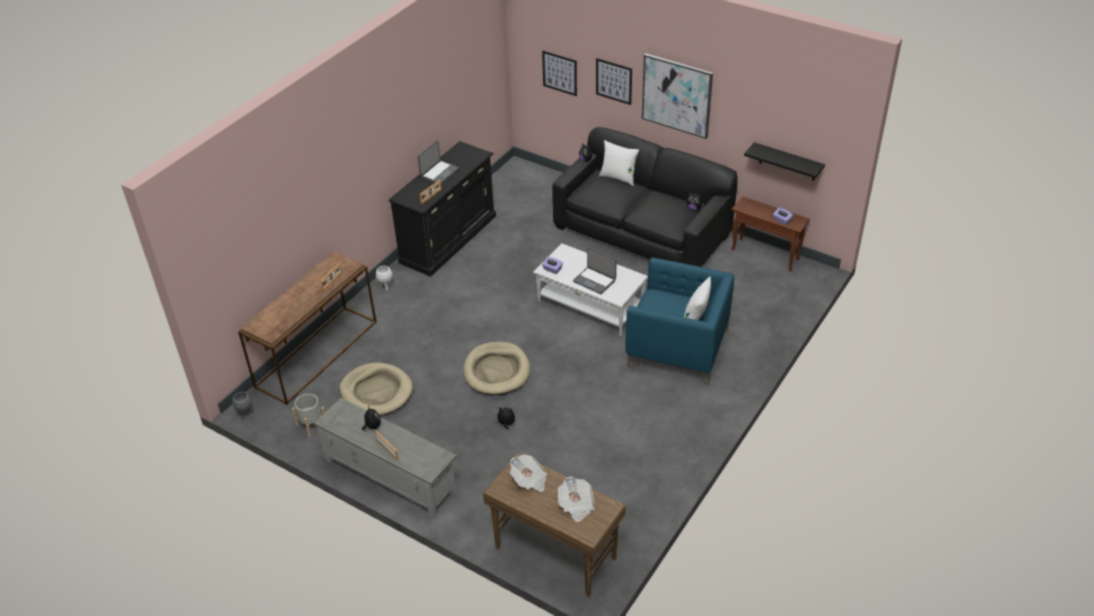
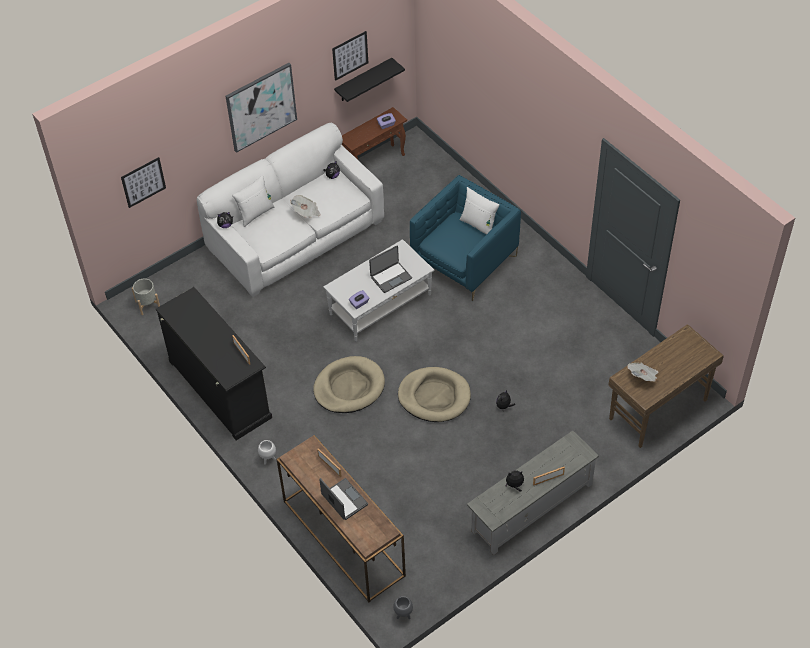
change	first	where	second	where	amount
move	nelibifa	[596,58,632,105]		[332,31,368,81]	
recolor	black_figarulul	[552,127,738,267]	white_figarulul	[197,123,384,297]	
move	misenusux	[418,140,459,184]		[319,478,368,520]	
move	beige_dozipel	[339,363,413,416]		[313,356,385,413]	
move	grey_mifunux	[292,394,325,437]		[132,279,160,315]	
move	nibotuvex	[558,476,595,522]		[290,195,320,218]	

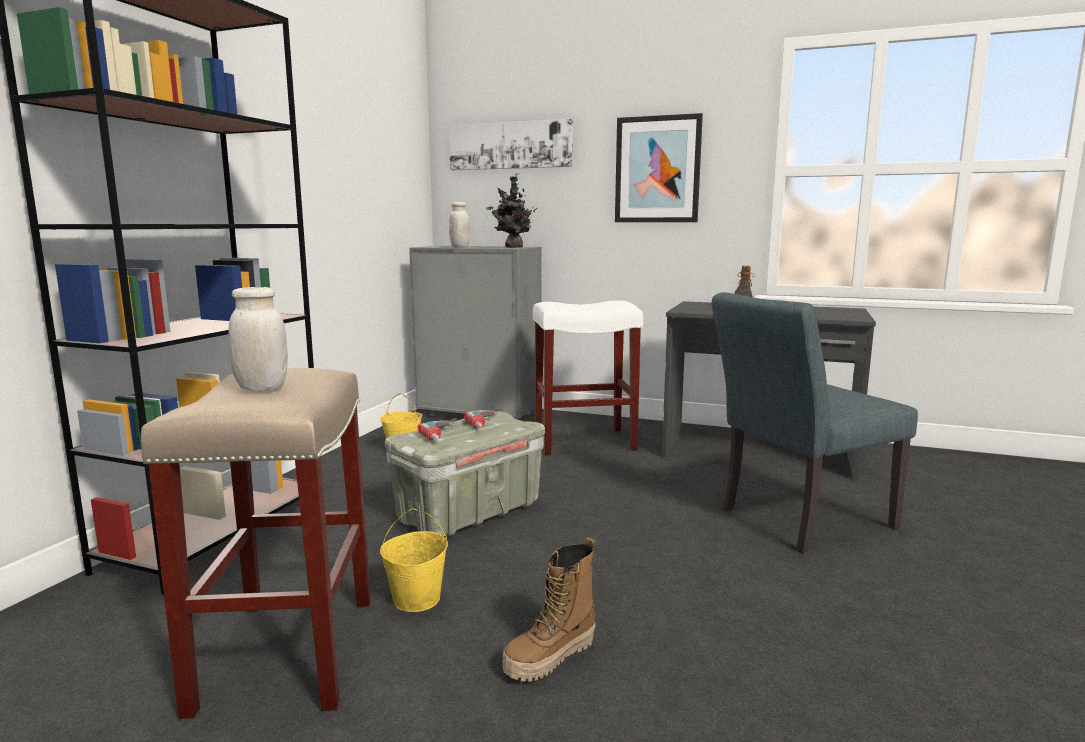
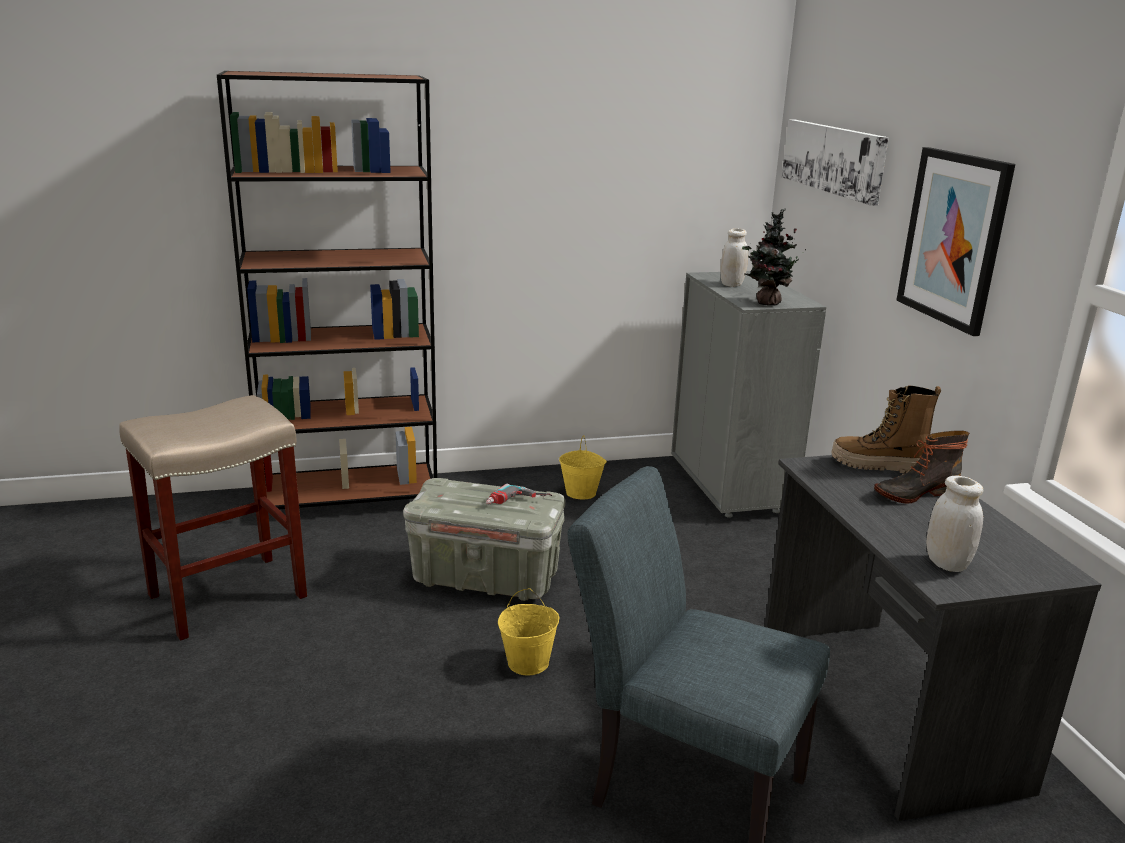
change	first	where	second	where	amount
move	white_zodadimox	[228,287,288,391]		[926,475,983,572]	
delete	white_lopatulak	[533,300,643,455]			
delete	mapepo	[418,418,457,441]			
move	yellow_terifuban	[380,508,448,612]		[498,588,559,675]	
move	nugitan	[502,537,596,682]		[831,385,941,474]	

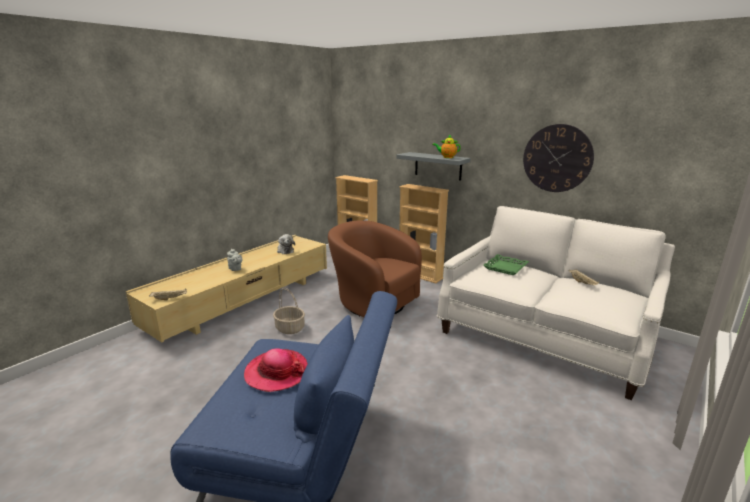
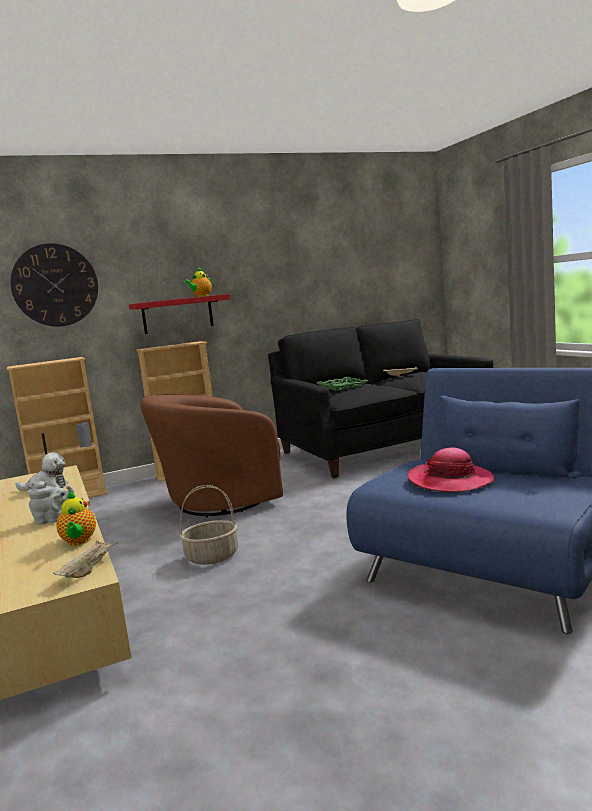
change	first	where	second	where	amount
move	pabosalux	[523,124,594,192]		[10,243,98,327]	
recolor	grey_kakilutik	[396,152,471,181]	red_kakilutik	[129,294,230,334]	
recolor	white_figarulul	[437,206,675,400]	black_figarulul	[268,319,494,478]	
insert			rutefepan	[56,491,96,546]	

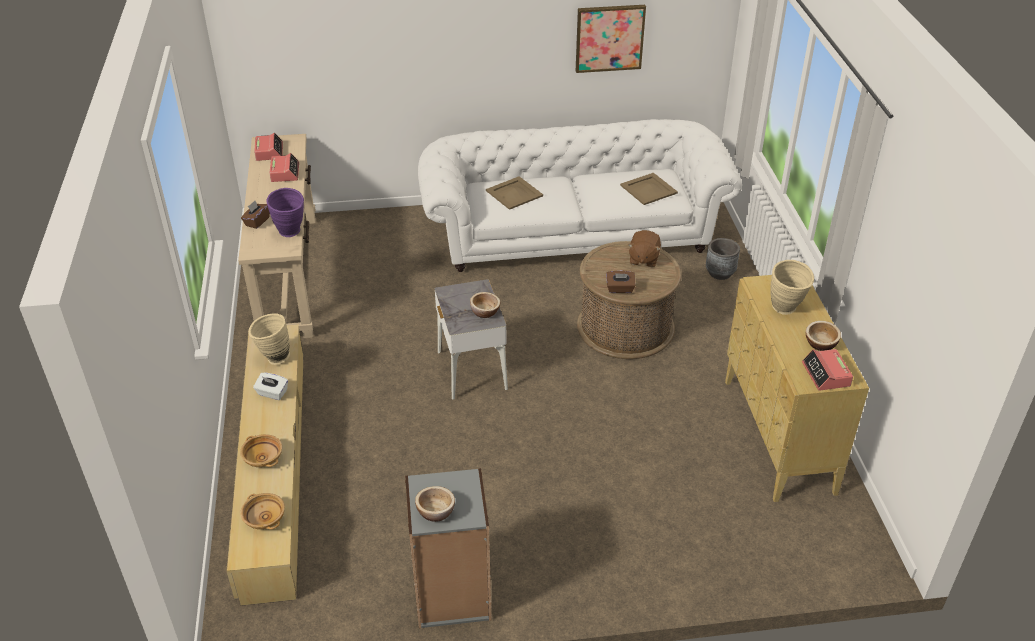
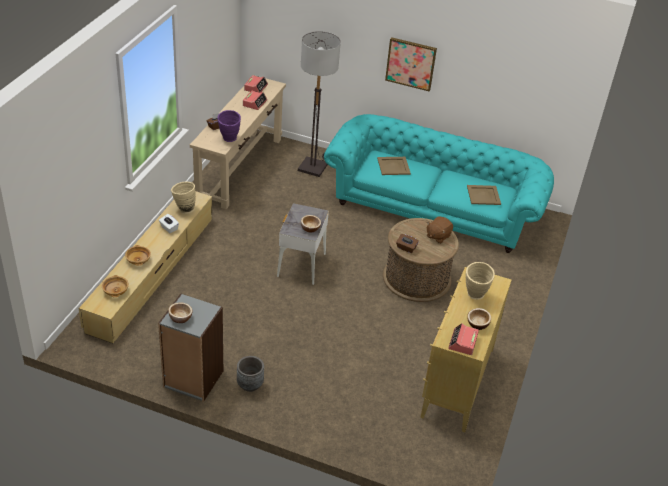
change	first	where	second	where	amount
move	nelibifa	[576,5,646,73]		[385,37,437,92]	
recolor	white_figarulul	[418,119,742,272]	turquoise_figarulul	[324,114,554,253]	
move	grey_mifunux	[706,238,740,280]		[237,356,264,392]	
insert			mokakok	[298,31,341,177]	

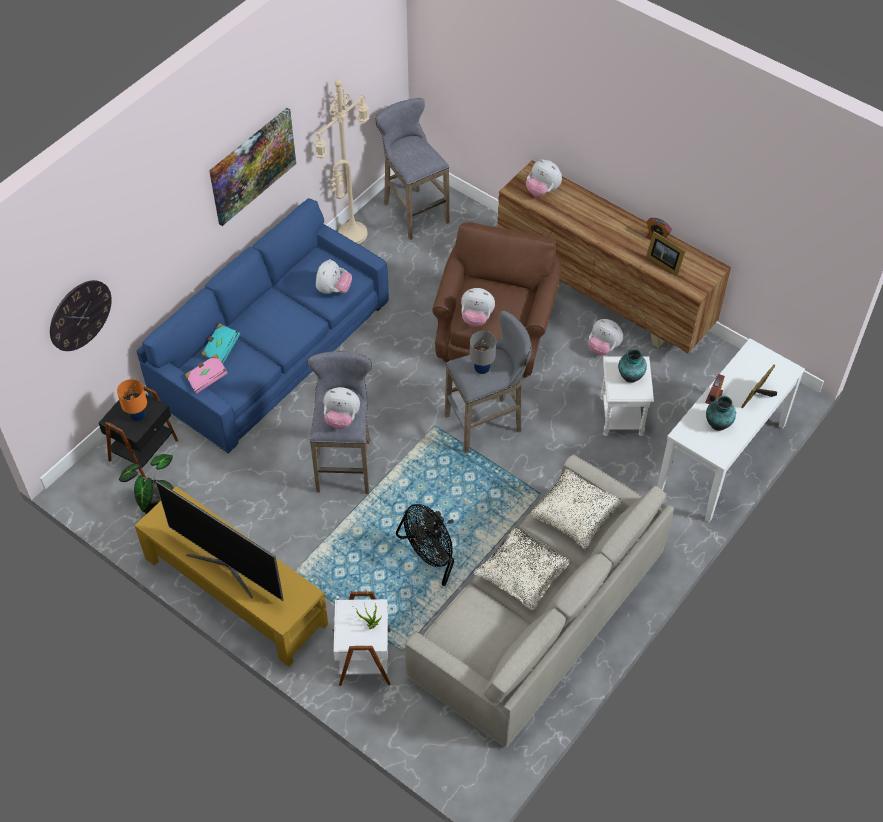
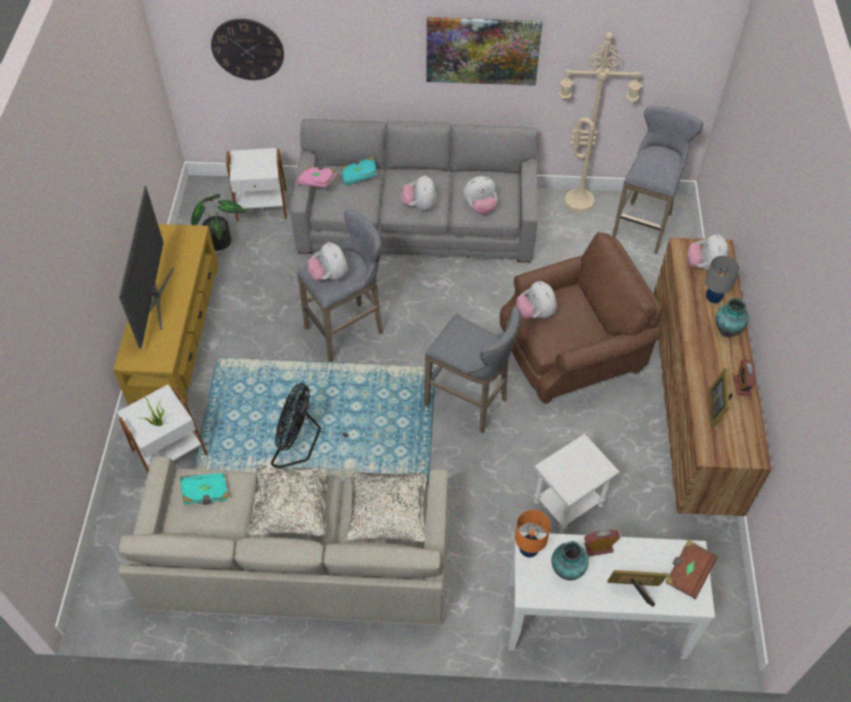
change	first	where	second	where	amount
recolor	blue_figarulul	[136,198,389,453]	grey_figarulul	[291,119,538,263]	
move	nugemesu	[588,319,623,355]		[402,175,436,211]	
move	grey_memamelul	[470,331,496,374]		[705,256,740,303]	
move	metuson	[618,348,647,383]		[716,298,749,337]	
move	orange_memamelul	[117,379,147,421]		[515,510,550,557]	
recolor	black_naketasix	[99,385,178,480]	white_naketasix	[226,148,287,222]	
insert			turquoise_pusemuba	[180,473,229,505]	
insert			brown_pusemuba	[665,540,718,599]	

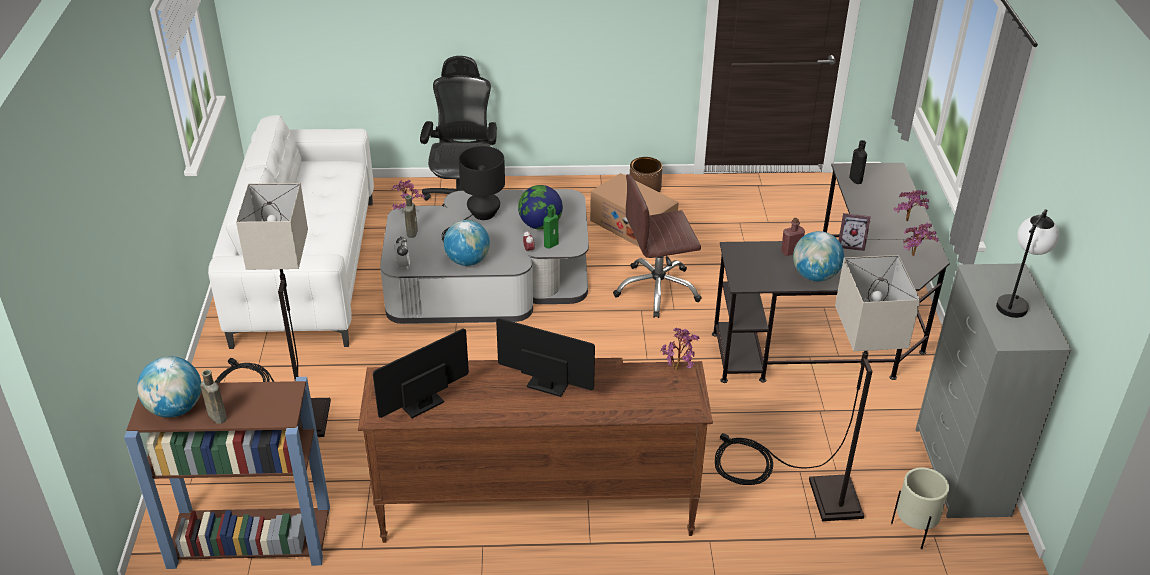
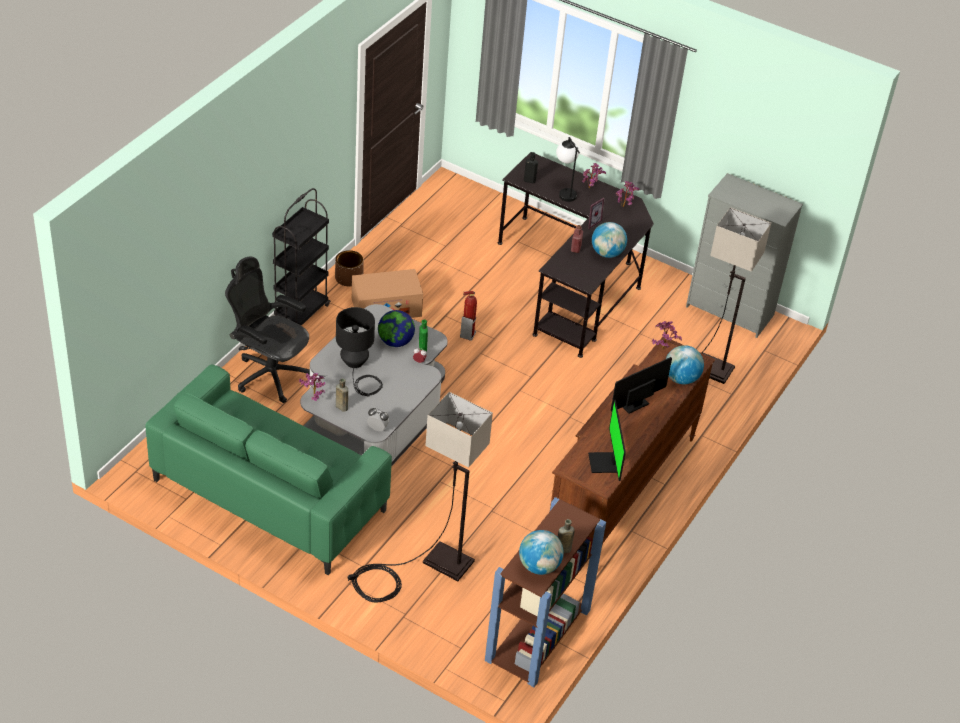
change	first	where	second	where	amount
recolor	white_figarulul	[208,115,374,349]	green_figarulul	[145,364,392,575]	
replace	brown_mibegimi	[613,174,702,318]	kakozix	[460,291,477,341]	
move	memamelul	[996,209,1059,318]		[556,137,580,202]	
move	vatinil	[444,220,490,266]		[666,345,704,384]	
delete	beige_mifunux	[891,468,949,549]			
insert			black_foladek	[272,188,331,326]	

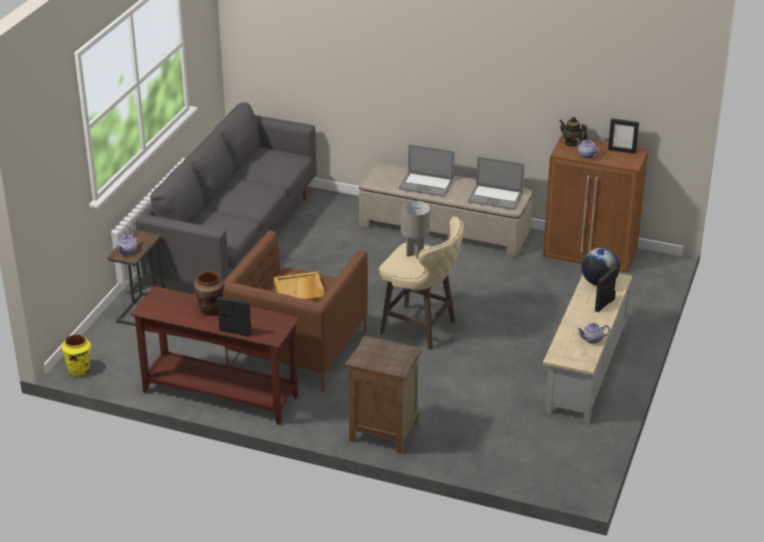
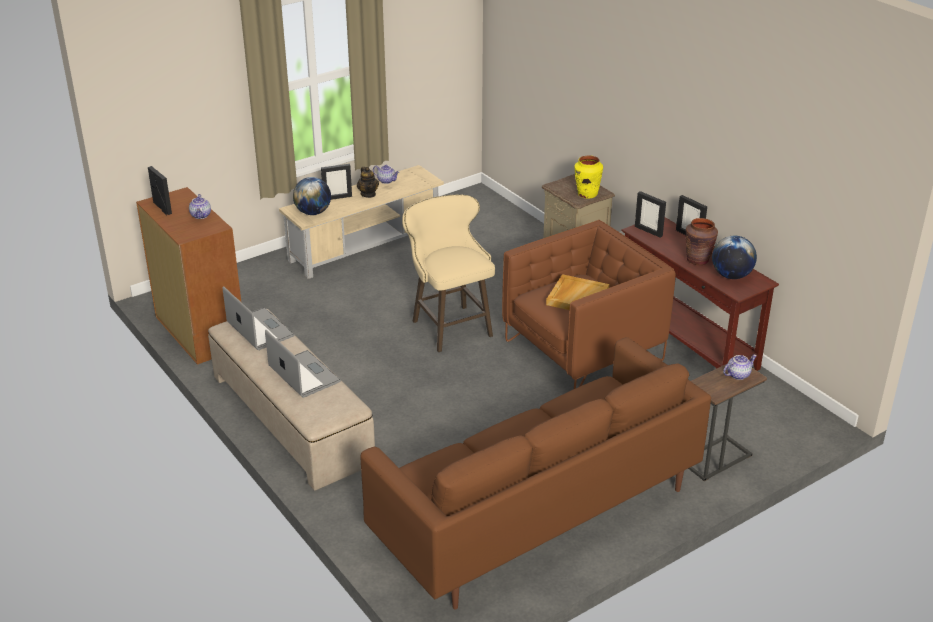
change	first	where	second	where	amount
recolor	grey_figarulul	[136,102,317,284]	brown_figarulul	[360,337,711,610]	
move	rutefepan	[560,117,588,147]		[357,167,379,198]	
delete	grey_memamelul	[401,200,430,259]			
move	yellow_metuson	[62,334,91,376]		[574,155,603,198]	
insert			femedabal	[635,191,666,238]	
insert			vatinil	[712,236,757,279]	

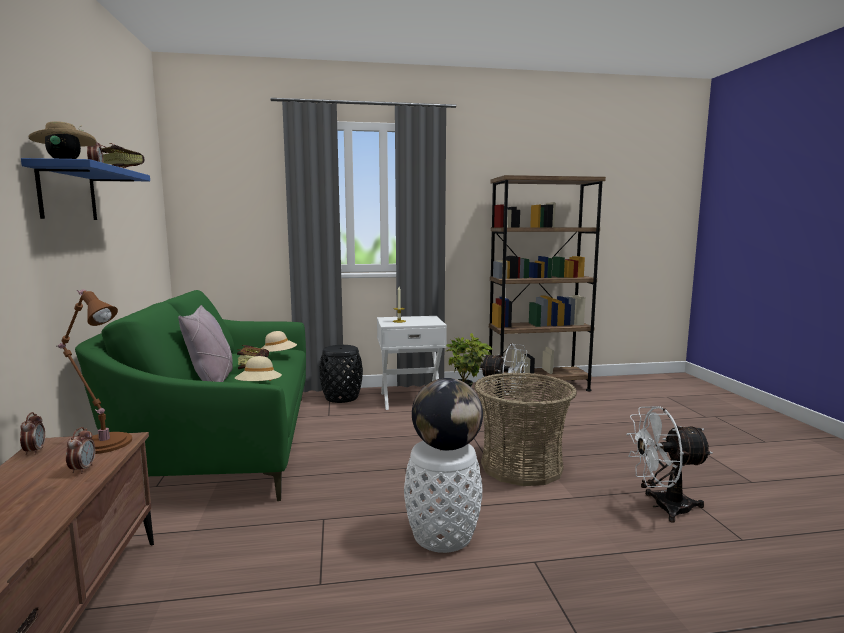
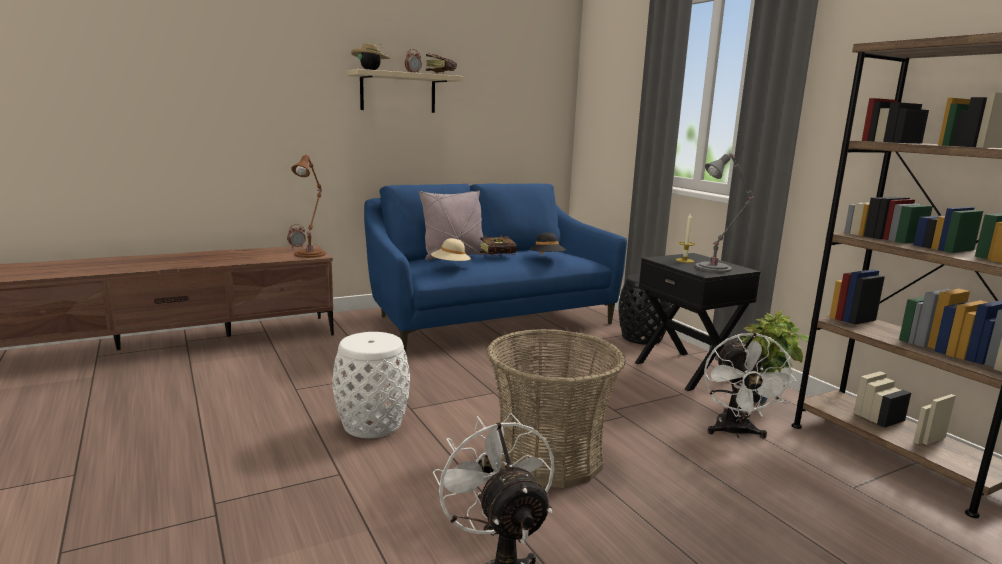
change	first	where	second	where	amount
recolor	blue_kakilutik	[21,158,150,220]	beige_kakilutik	[346,69,463,113]	
recolor	green_figarulul	[75,290,306,501]	blue_figarulul	[364,183,627,352]	
recolor	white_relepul	[377,316,447,410]	black_relepul	[635,253,760,391]	
recolor	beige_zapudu	[262,331,297,352]	black_zapudu	[529,232,566,255]	
delete	vatinil	[412,378,483,450]			
delete	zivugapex	[66,427,95,474]			
insert			grey_memamelul	[695,153,754,273]	

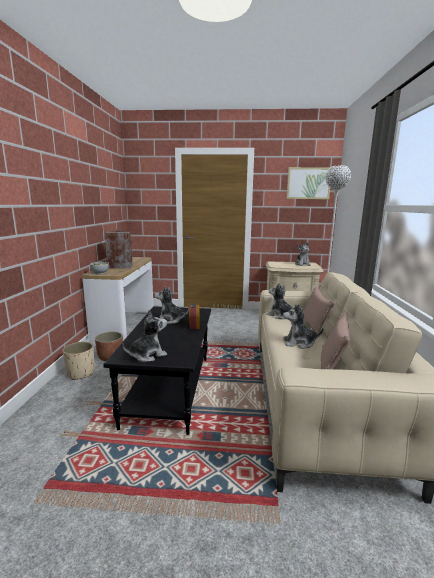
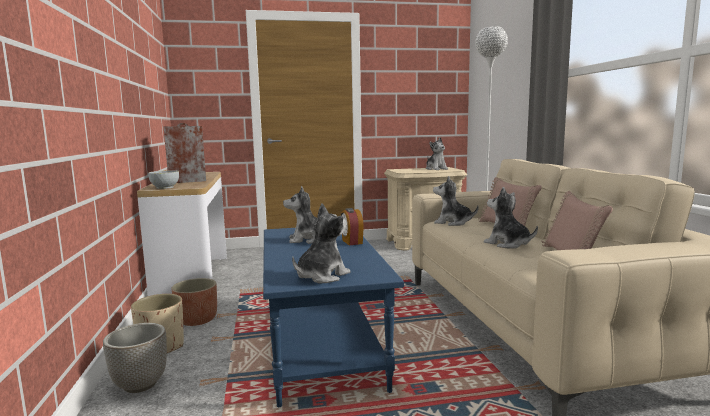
change	first	where	second	where	amount
delete	nelibifa	[286,167,330,199]			
rotate	nugemesu	[283,304,323,349]		[484,187,538,249]	60 degrees clockwise
recolor	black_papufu	[103,306,211,435]	blue_papufu	[263,228,404,407]	
insert			mifunux	[103,323,167,393]	

